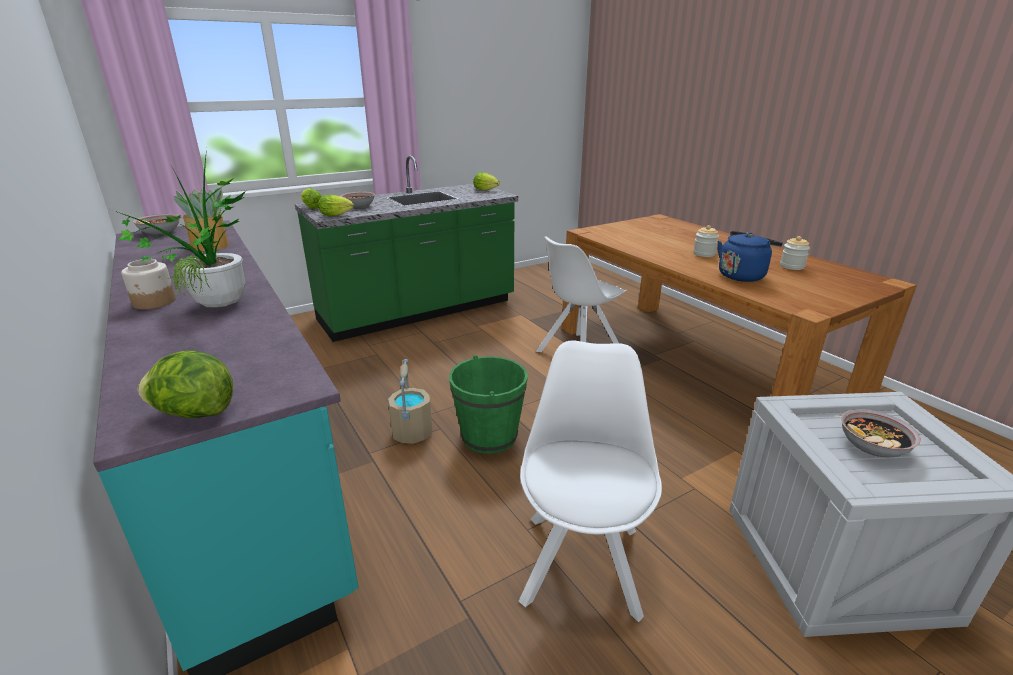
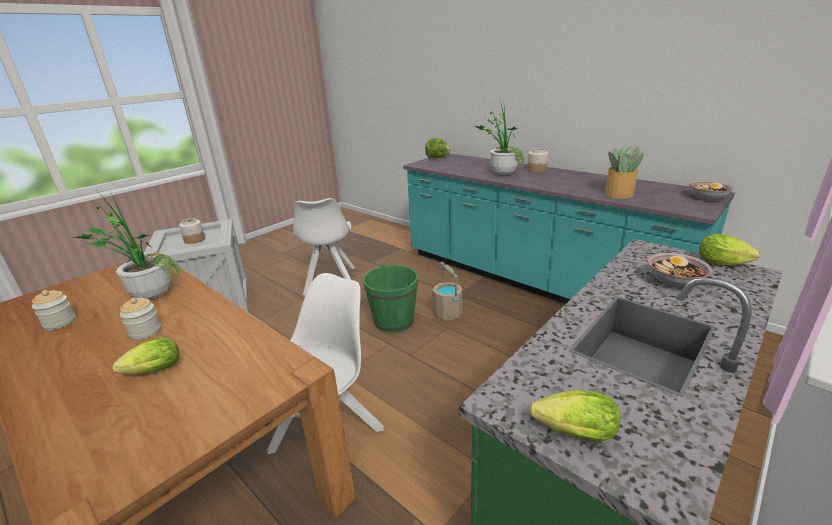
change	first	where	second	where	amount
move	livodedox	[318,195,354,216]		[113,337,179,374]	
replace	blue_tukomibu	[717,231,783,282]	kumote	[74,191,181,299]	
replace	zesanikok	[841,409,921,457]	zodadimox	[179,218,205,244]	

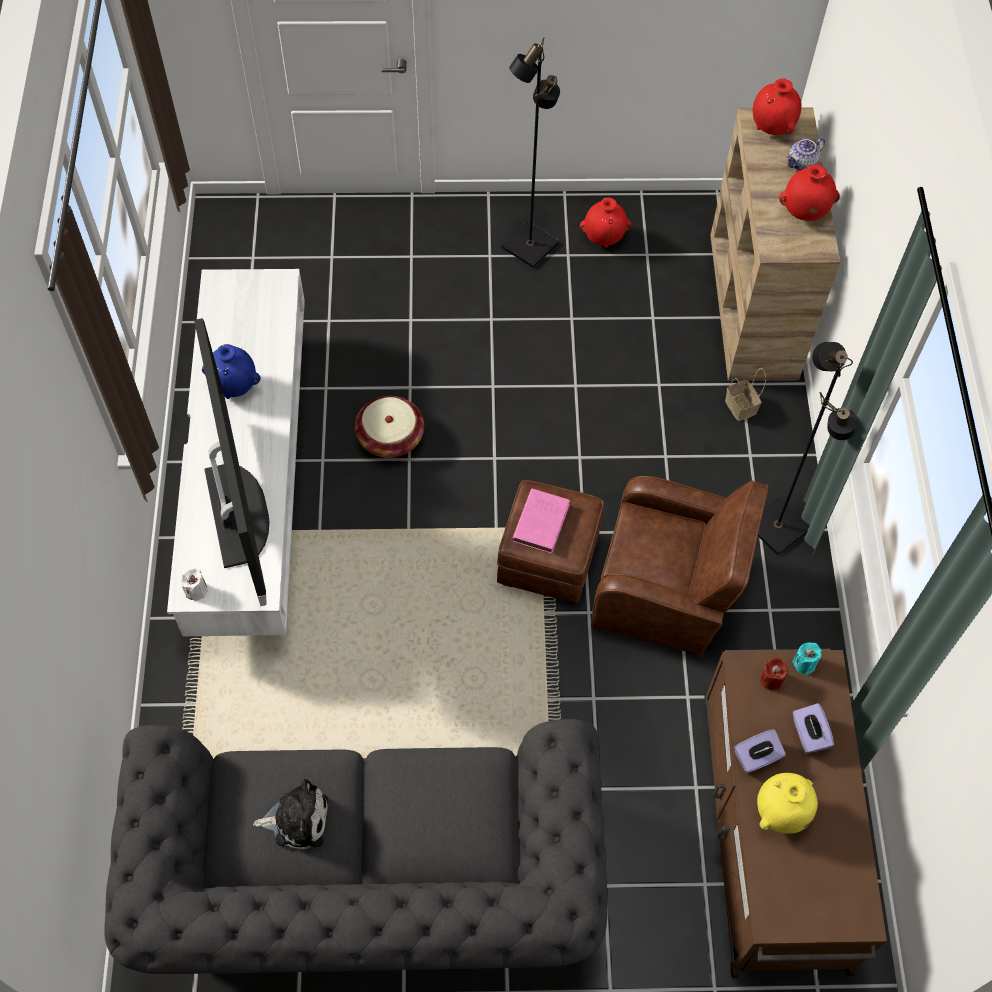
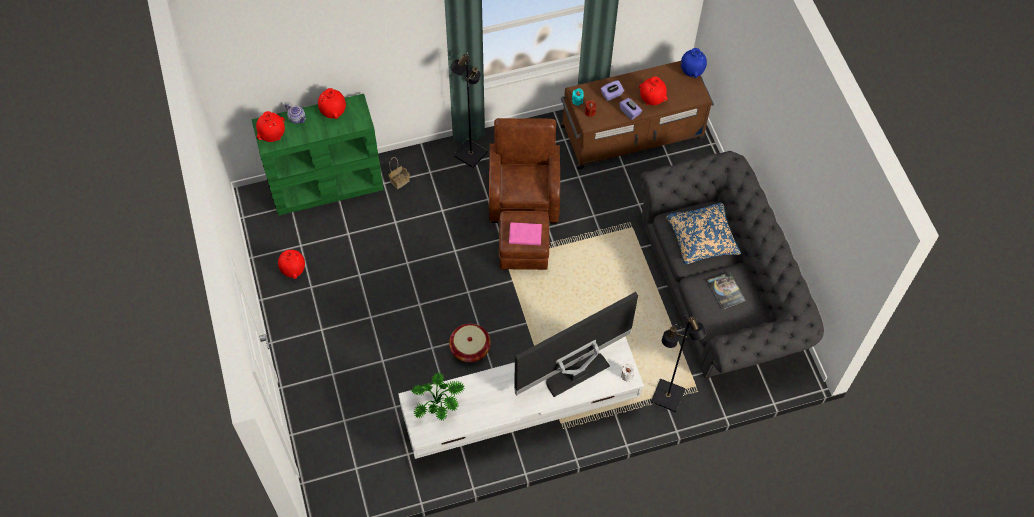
change	first	where	second	where	amount
move	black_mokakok	[501,38,560,268]		[651,315,706,412]	
recolor	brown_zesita	[710,107,840,381]	green_zesita	[252,94,384,216]	
move	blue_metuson	[202,344,261,399]		[681,48,707,78]	
recolor	yellow_metuson	[757,773,818,834]	red_metuson	[639,76,668,105]	
replace	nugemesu	[253,779,328,850]	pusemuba	[707,272,746,309]	
insert			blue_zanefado	[667,203,741,264]	
insert			kumote	[411,373,464,421]	

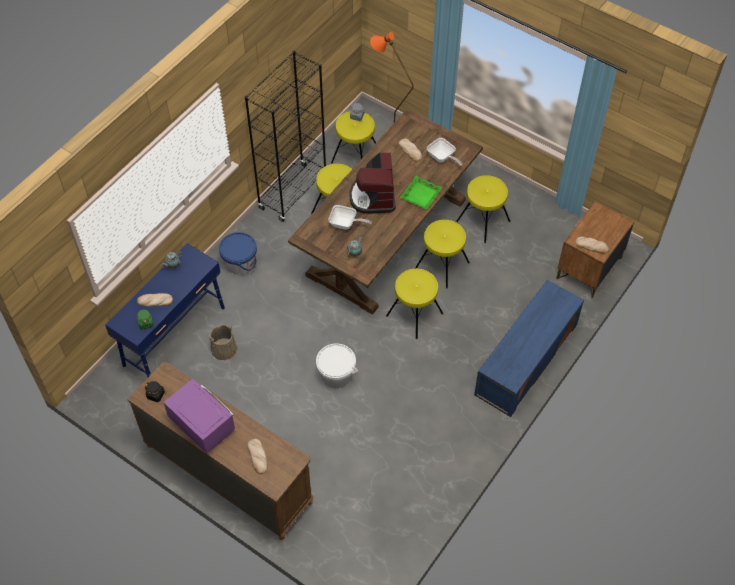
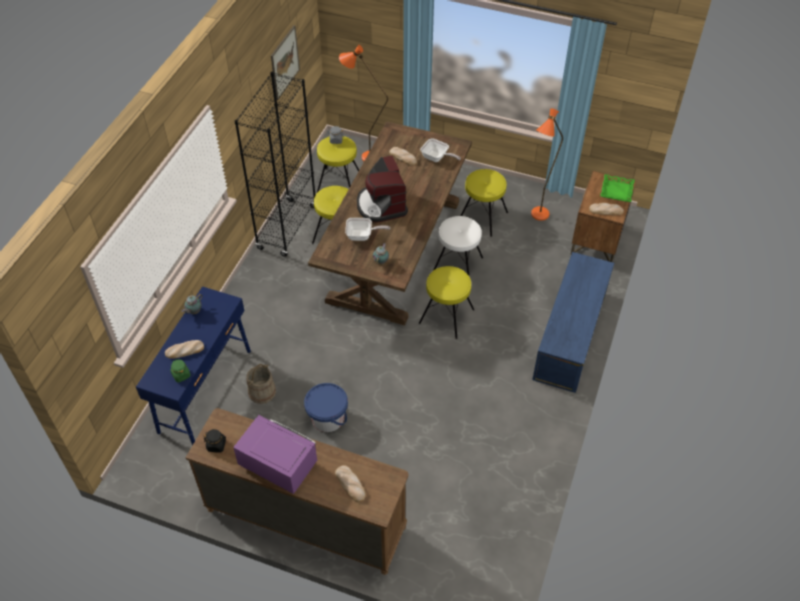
change	first	where	second	where	amount
move	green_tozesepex	[400,176,442,210]		[600,174,635,202]	
recolor	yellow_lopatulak	[415,220,470,289]	white_lopatulak	[433,216,483,275]	
move	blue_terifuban	[219,232,257,275]		[304,383,348,432]	
delete	white_terifuban	[316,344,358,388]			
insert			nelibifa	[271,25,300,100]	
insert			orange_mokakok	[531,108,563,221]	

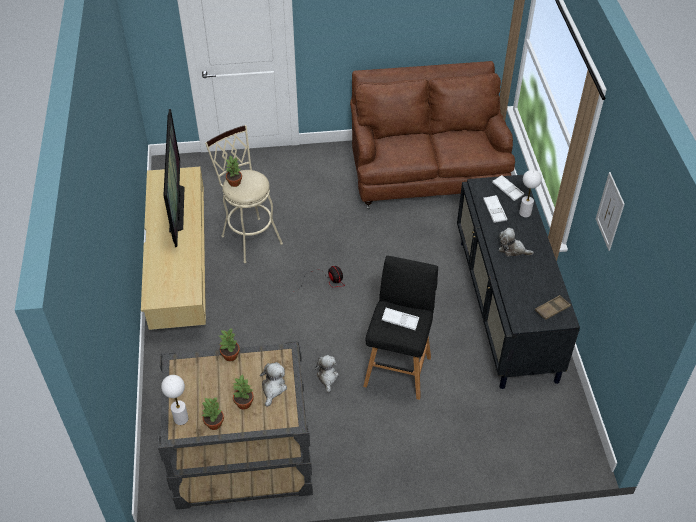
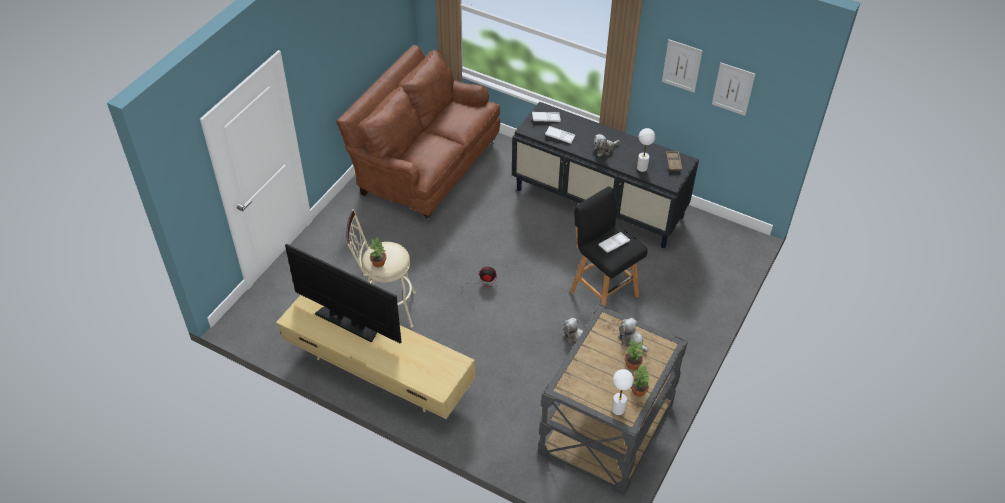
change	first	where	second	where	amount
move	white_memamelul	[519,170,542,218]		[637,128,655,172]	
delete	kumote	[219,329,240,361]			
insert			nelibifa	[712,63,755,116]	

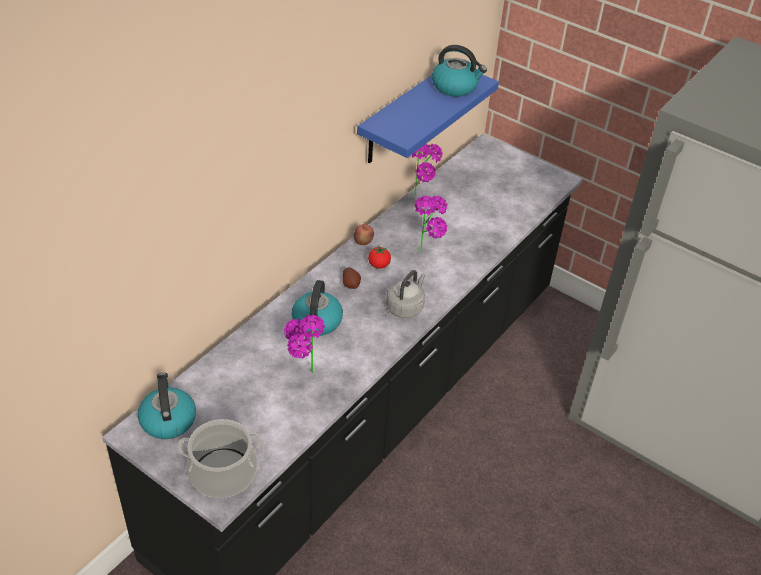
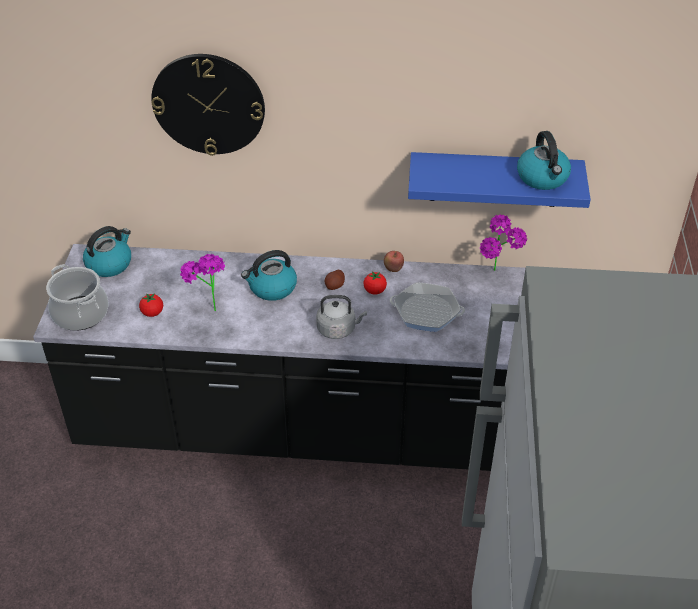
change	first	where	second	where	amount
replace	kumote	[415,196,448,251]	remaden	[390,282,465,332]	
insert			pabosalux	[151,54,265,156]	
insert			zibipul	[139,293,163,317]	

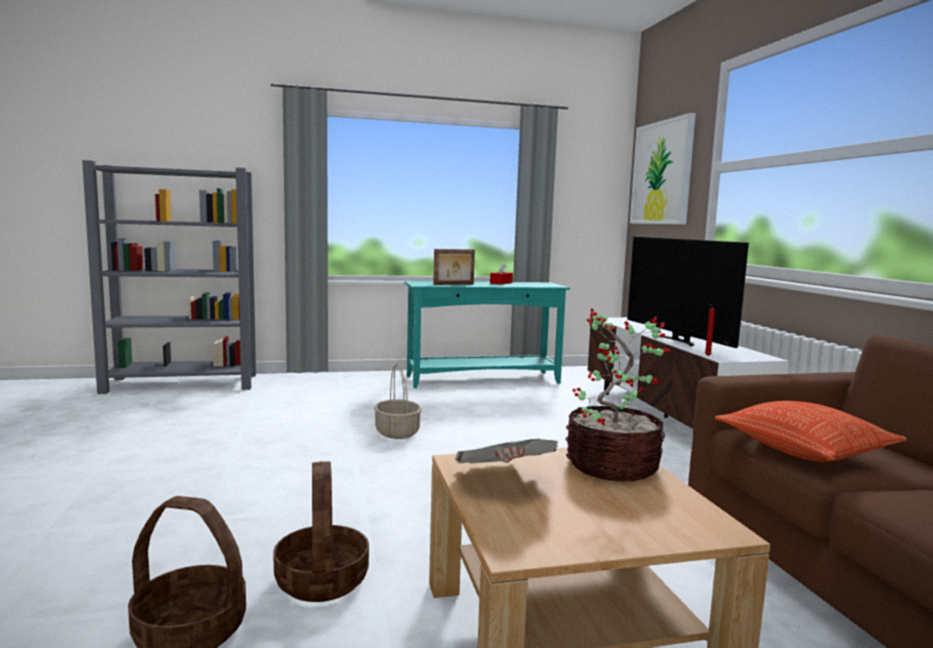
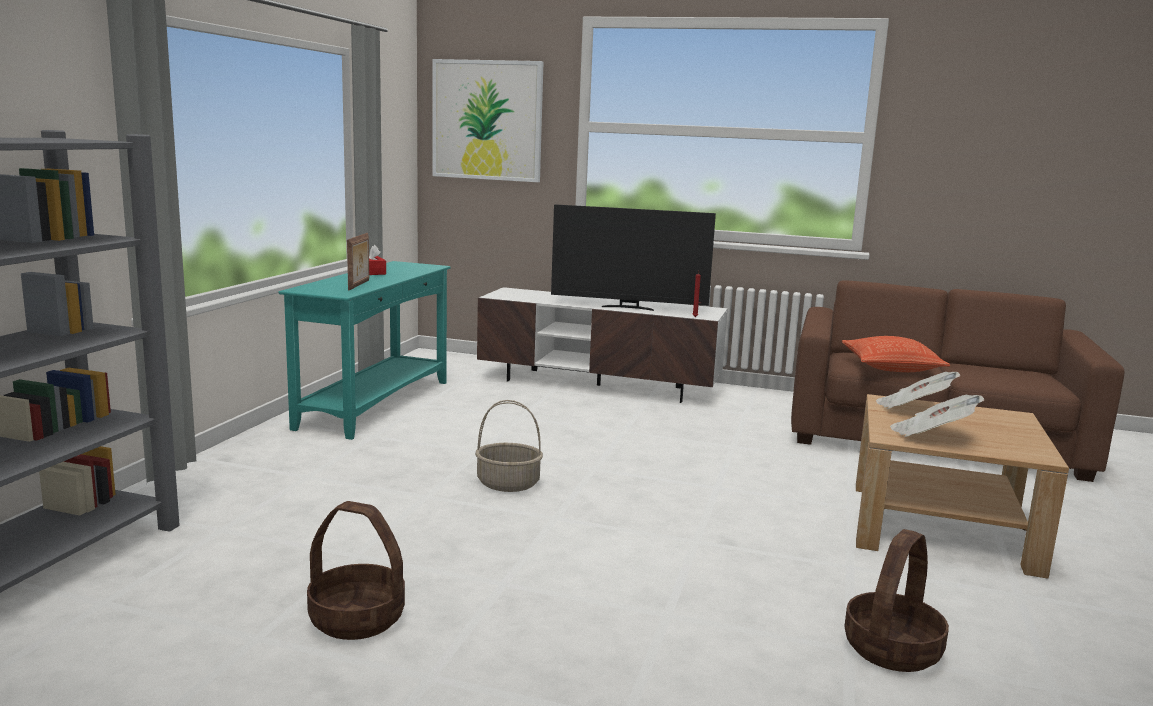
change	first	where	second	where	amount
replace	kumote	[565,308,670,482]	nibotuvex	[876,372,960,409]	
move	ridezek	[273,461,369,602]		[307,501,405,640]	

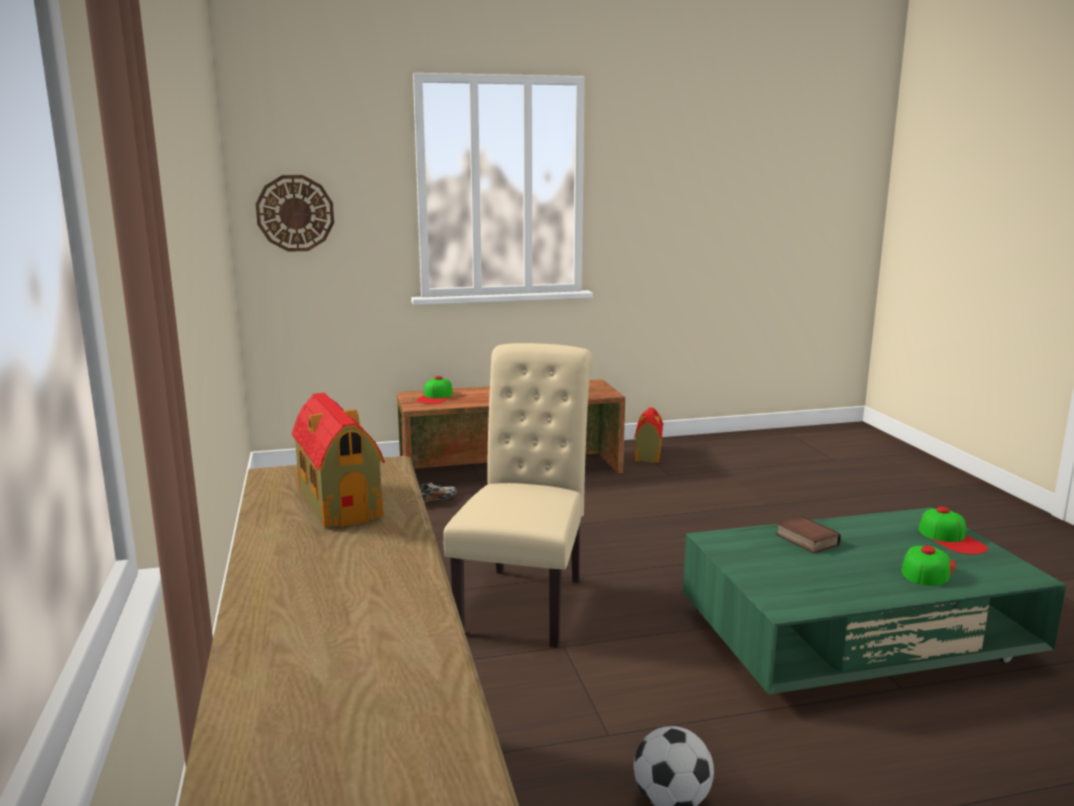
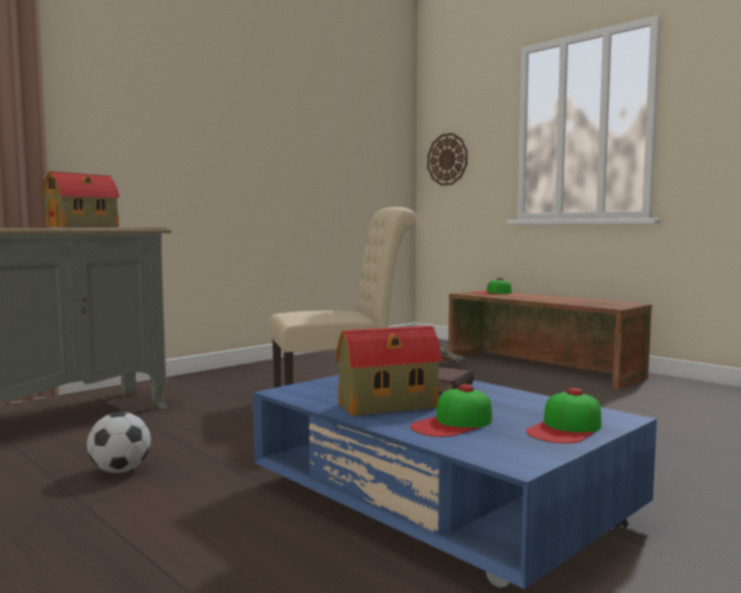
change	first	where	second	where	amount
move	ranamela	[634,407,664,463]		[336,326,442,416]	
recolor	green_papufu	[683,507,1066,695]	blue_papufu	[253,375,657,589]	
rotate	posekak	[902,546,955,586]		[410,384,492,437]	135 degrees clockwise

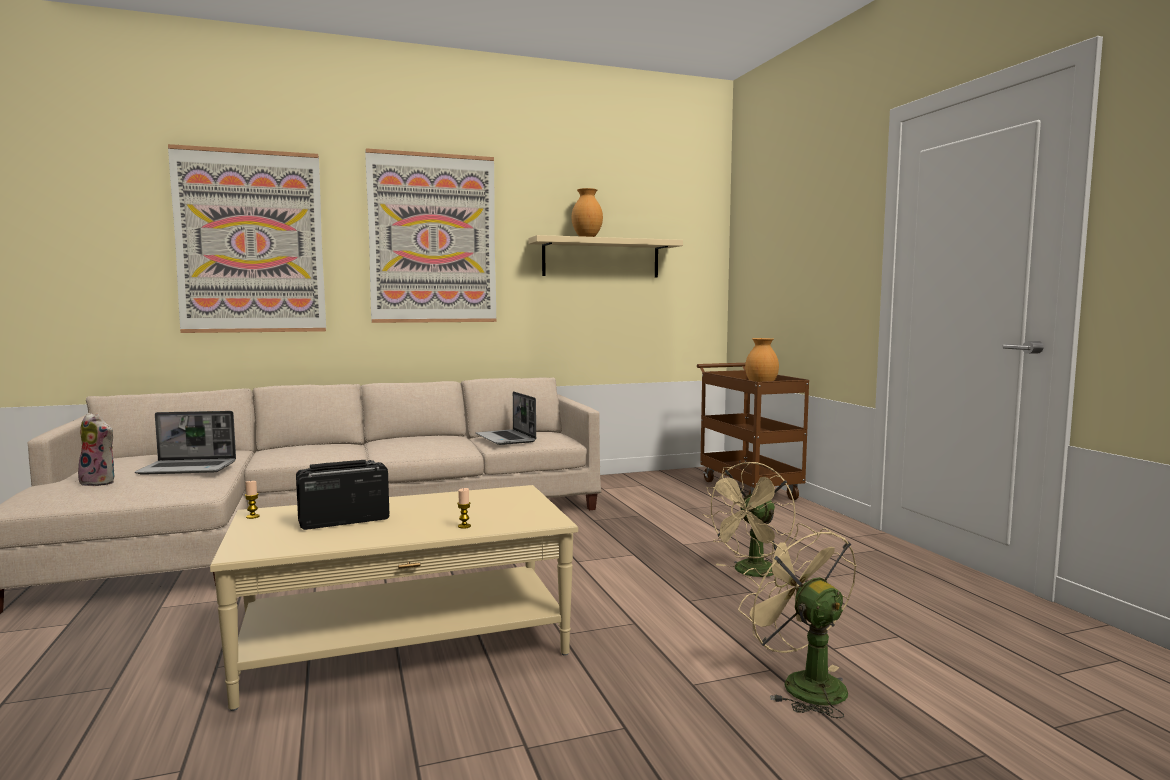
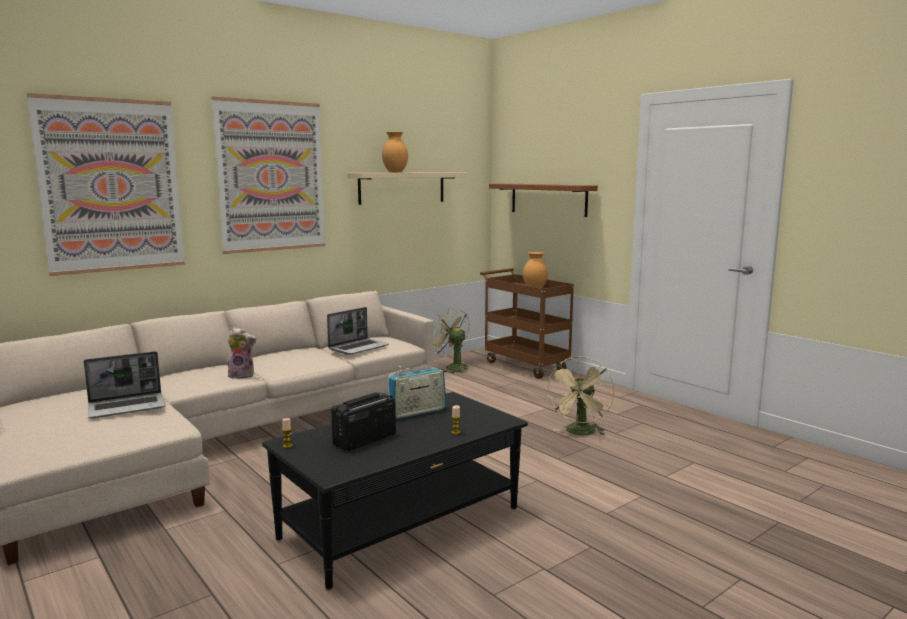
change	first	where	second	where	amount
rotate	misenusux	[476,391,536,445]		[327,307,389,355]	90 degrees counterclockwise
move	nugemesu	[78,413,114,486]		[227,328,256,379]	
recolor	beige_papufu	[210,485,578,711]	black_papufu	[262,392,528,590]	
move	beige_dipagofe	[738,523,857,719]		[434,308,469,373]	
insert			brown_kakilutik	[489,183,598,217]	
insert			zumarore	[387,366,446,420]	

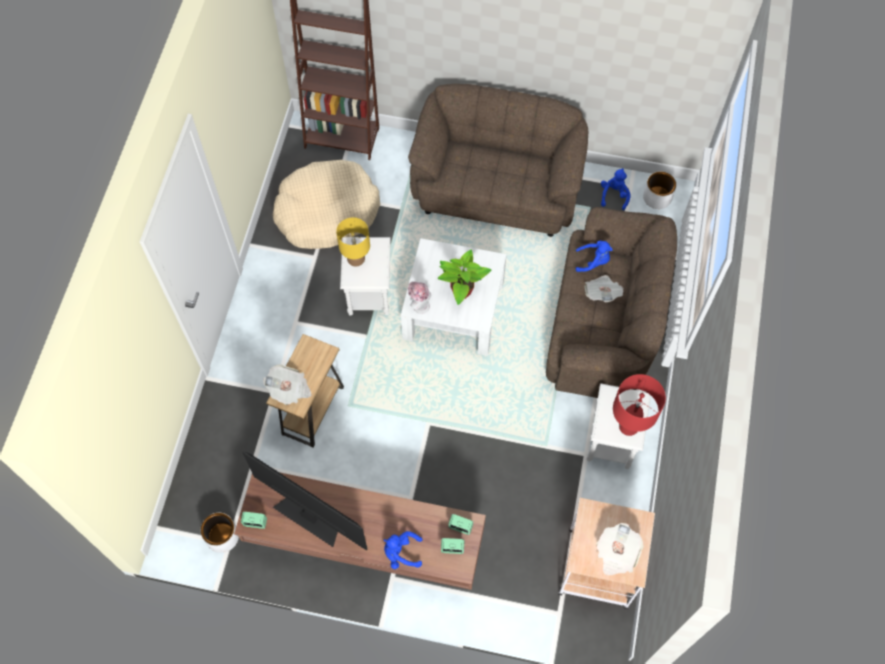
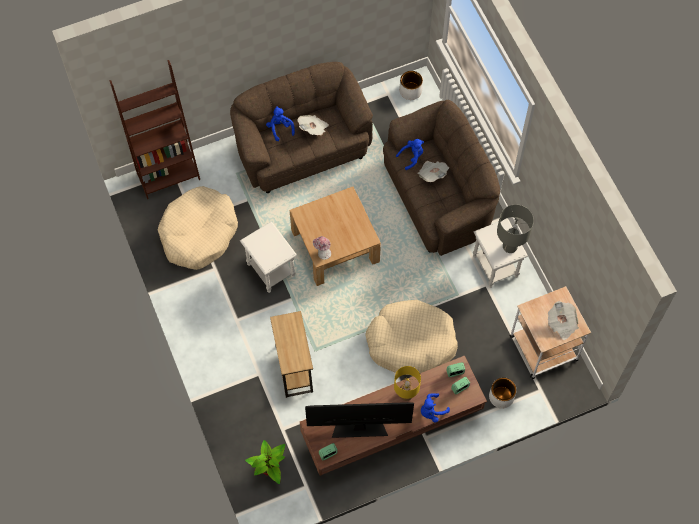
change	first	where	second	where	amount
move	blue_nugemesu	[601,168,631,210]		[266,106,295,141]	
move	yellow_memamelul	[336,217,370,266]		[394,366,421,401]	
recolor	white_papufu	[401,238,507,356]	brown_papufu	[290,187,381,286]	
move	kumote	[437,250,491,305]		[245,440,285,484]	
move	nibotuvex	[263,364,312,405]		[297,115,329,135]	
recolor	red_memamelul	[613,374,666,436]	grey_memamelul	[497,205,534,253]	
move	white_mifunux	[201,513,239,553]		[489,377,517,408]	
insert			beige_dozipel	[365,300,458,373]	

